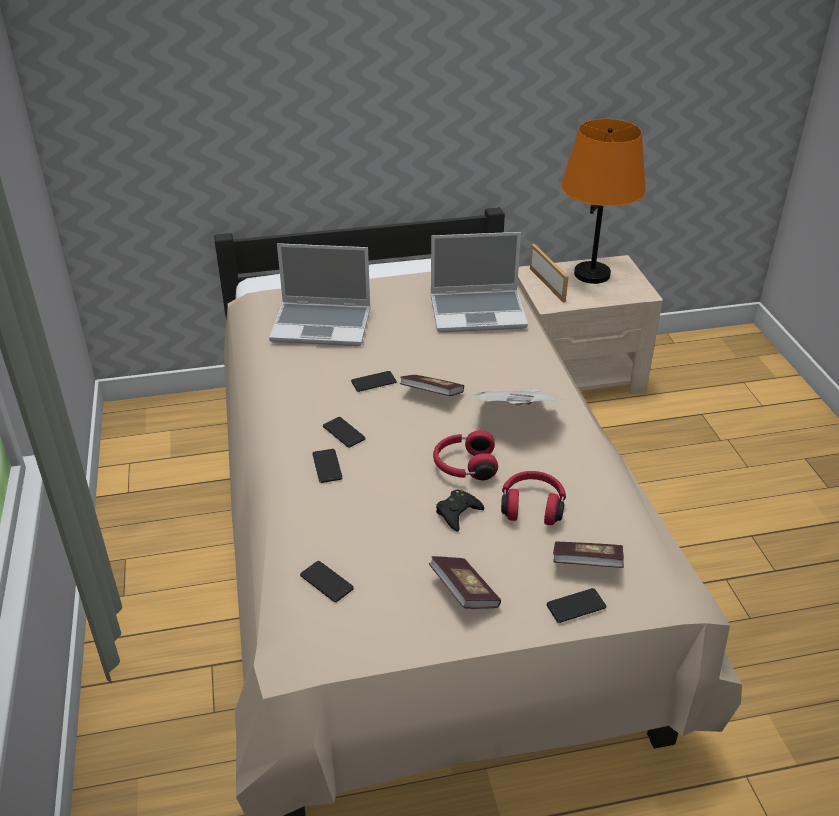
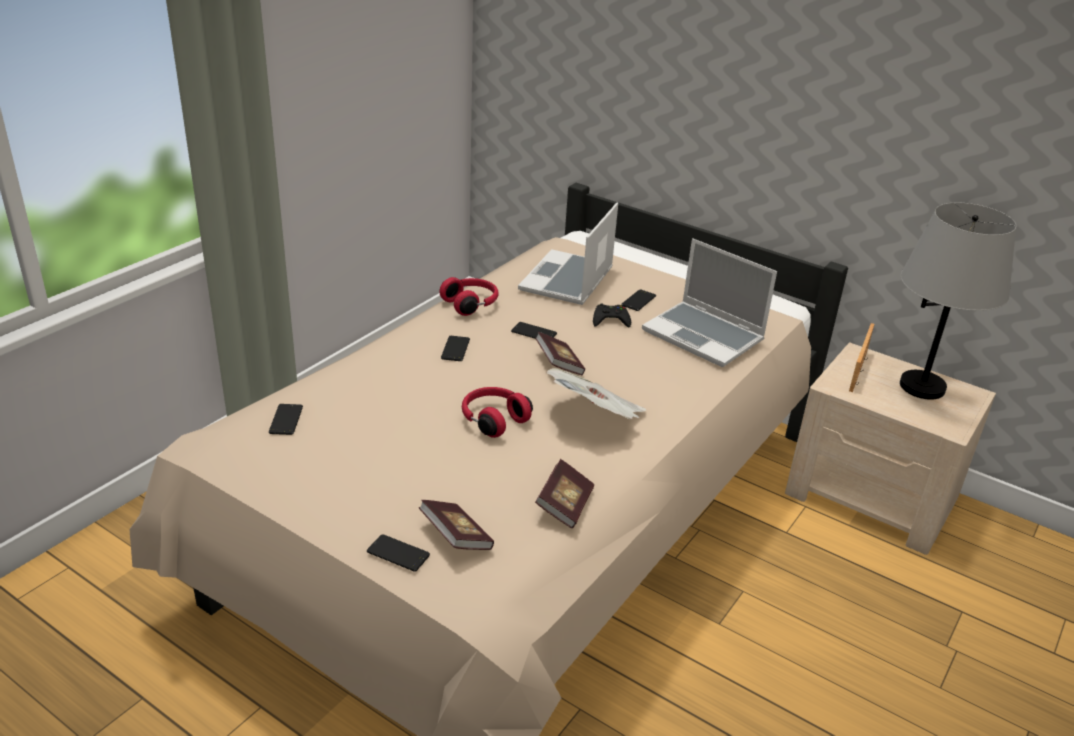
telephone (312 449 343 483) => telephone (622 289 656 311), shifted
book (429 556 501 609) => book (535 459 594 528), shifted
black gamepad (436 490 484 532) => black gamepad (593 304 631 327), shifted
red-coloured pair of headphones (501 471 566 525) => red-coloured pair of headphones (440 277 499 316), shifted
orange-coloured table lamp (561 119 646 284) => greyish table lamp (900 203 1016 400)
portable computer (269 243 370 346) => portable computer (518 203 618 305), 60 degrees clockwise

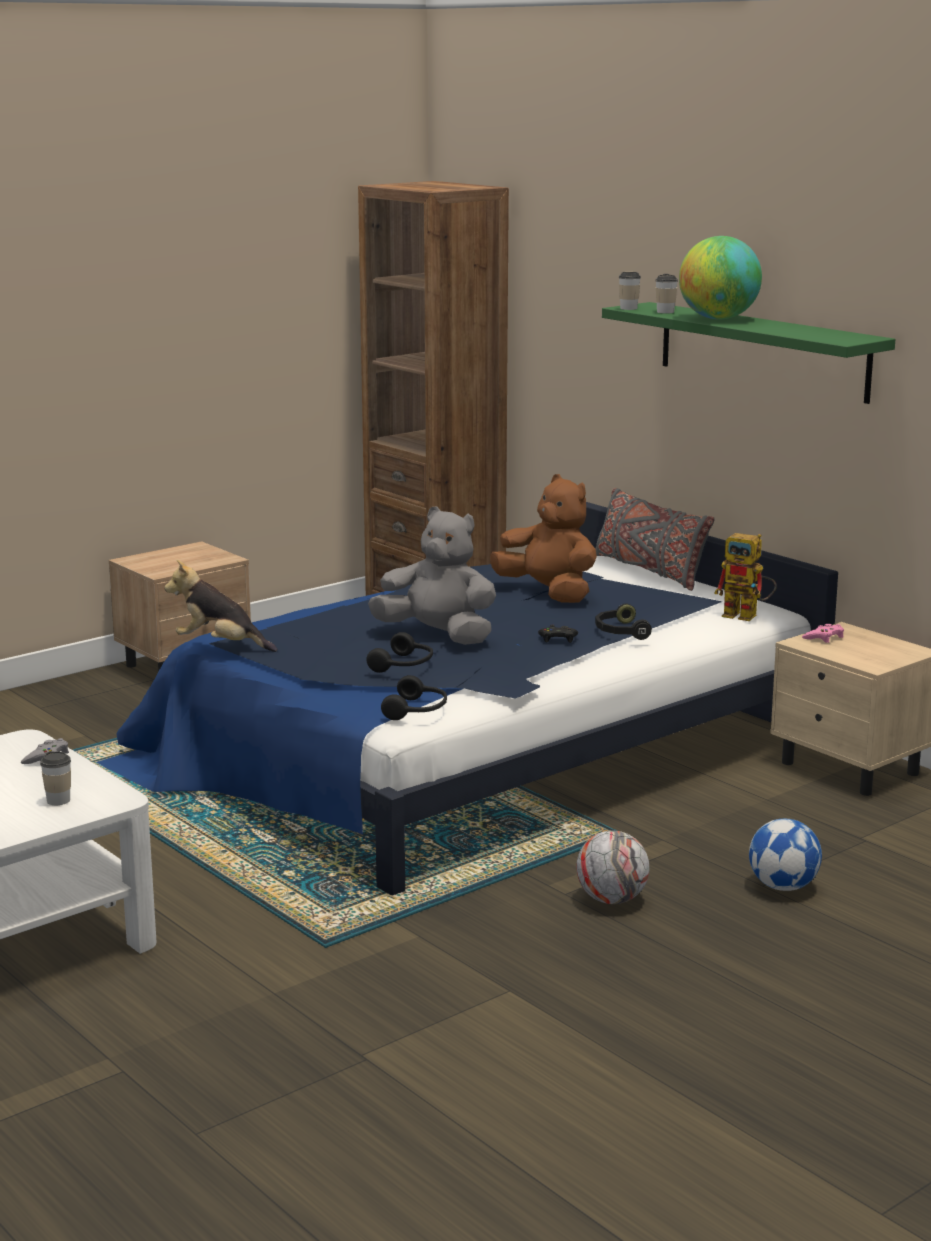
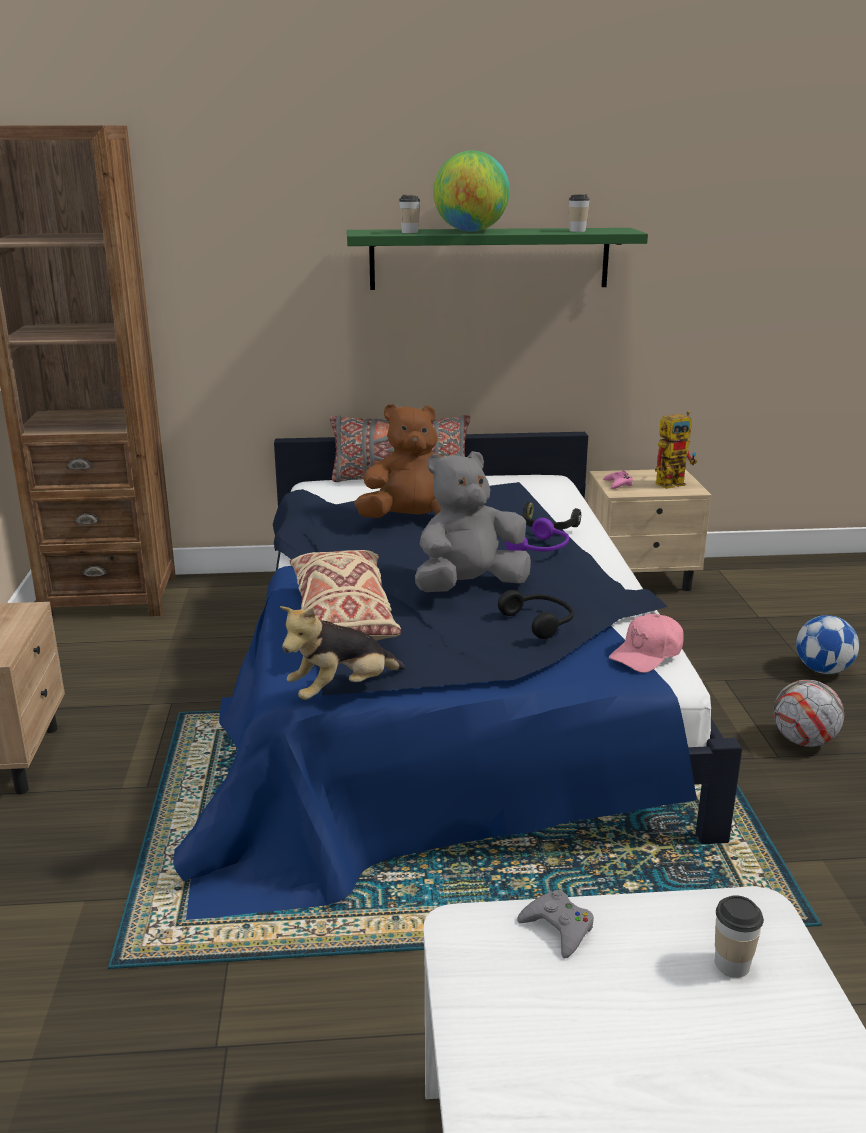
nothing => beige cushion (290 550 401 641)
small cup (619 272 641 310) => small cup (569 194 590 232), shifted
robot figure (714 533 777 621) => robot figure (655 411 697 489), shifted
black pair of headphones (381 675 447 720) => pink-coloured cap (609 614 684 673)
black gamepad (538 625 578 643) => purple-coloured pair of headphones (505 518 569 552)

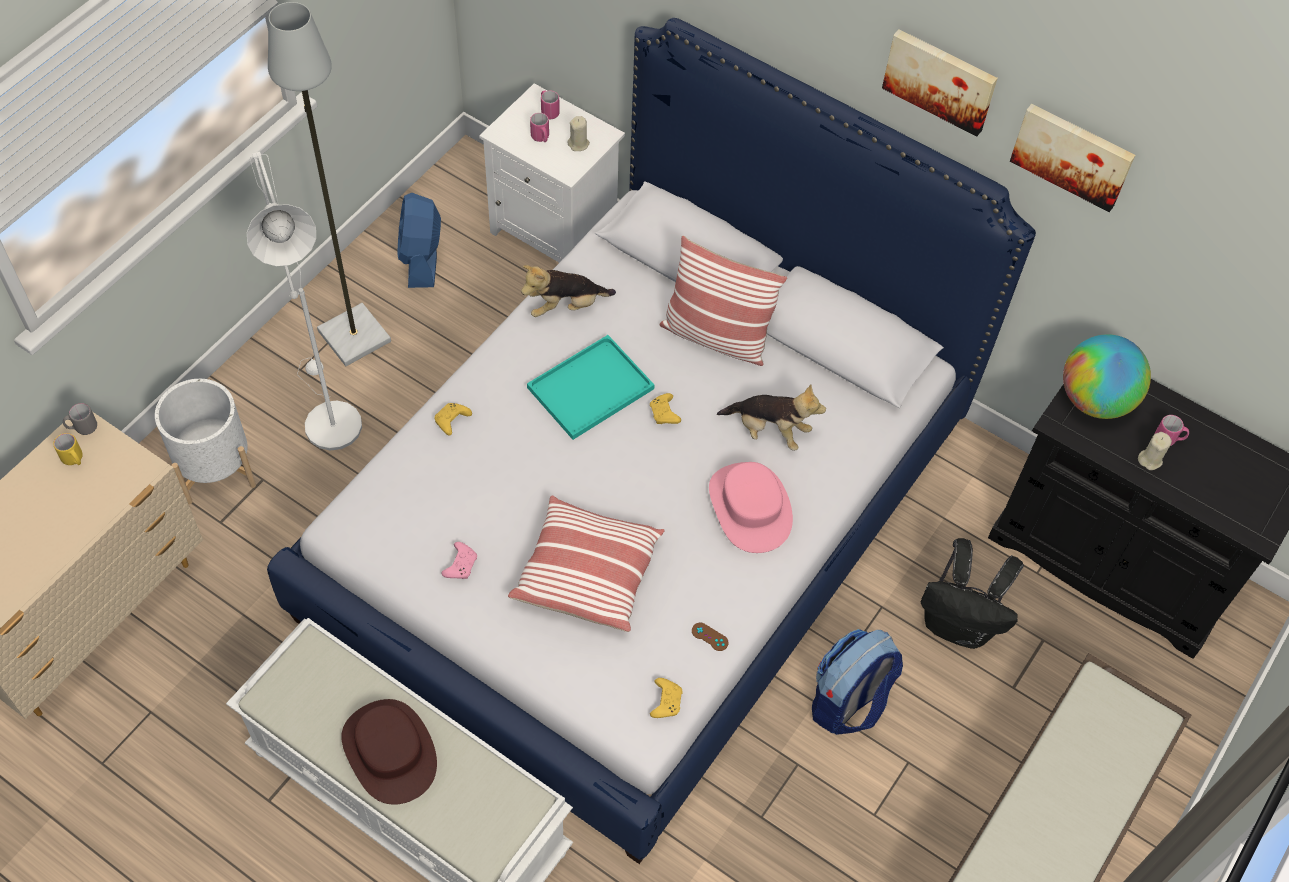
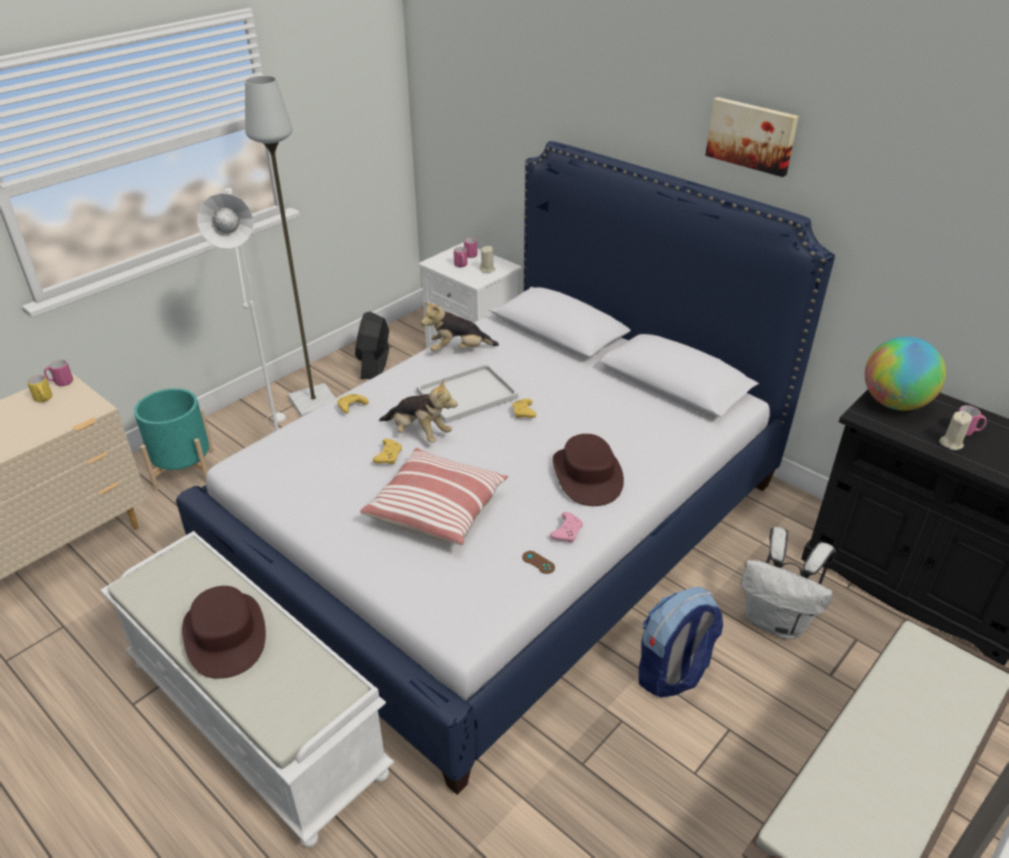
cushion (659 236 787 366) => nothing
wall picture (1010 104 1136 212) => nothing
pink-coloured gamepad (442 542 477 579) => pink-coloured gamepad (550 512 583 542), shifted
yellow-coloured gamepad (650 678 683 718) => yellow-coloured gamepad (373 439 402 464), shifted
cuddly toy (717 384 826 451) => cuddly toy (379 378 458 443), shifted
greyish mug (63 403 97 435) => pink-coloured mug (44 360 73 386)
white-coloured flower pot (155 379 256 504) => turquoise-coloured flower pot (134 388 214 490)
blue fan (397 192 441 288) => black fan (355 311 389 379)
turquoise-coloured carrying tray (527 335 654 440) => white-coloured carrying tray (416 364 518 424)
pink-coloured hat (709 462 793 553) => brownish hat (553 434 624 506)
black knapsack (921 538 1024 649) => white-coloured knapsack (741 527 836 640)

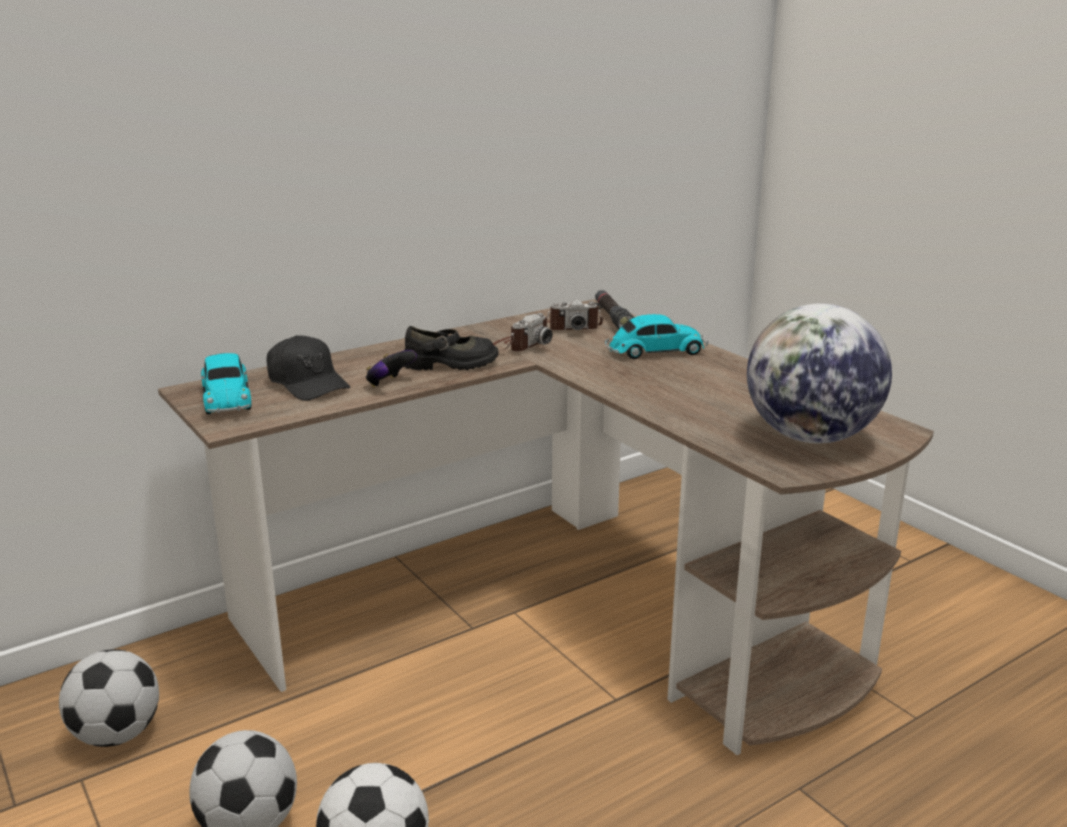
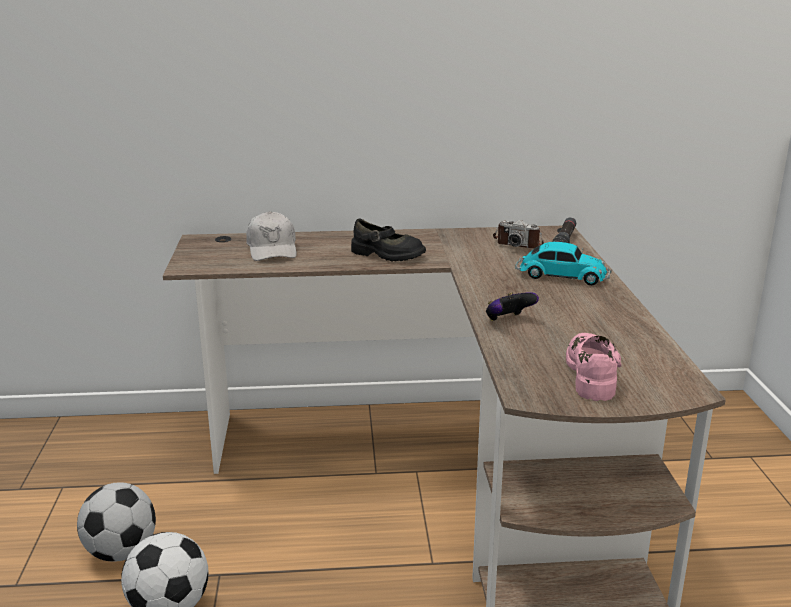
football ball (59 649 159 747) => nothing
toy car (201 353 252 415) => nothing
photo camera (493 313 552 352) => nothing
gamepad (366 350 417 387) => gamepad (486 292 539 321), shifted
globe (747 303 892 443) => pink-coloured low shoe (566 333 622 401)
black cap (267 335 350 401) => white-coloured cap (246 211 297 261)

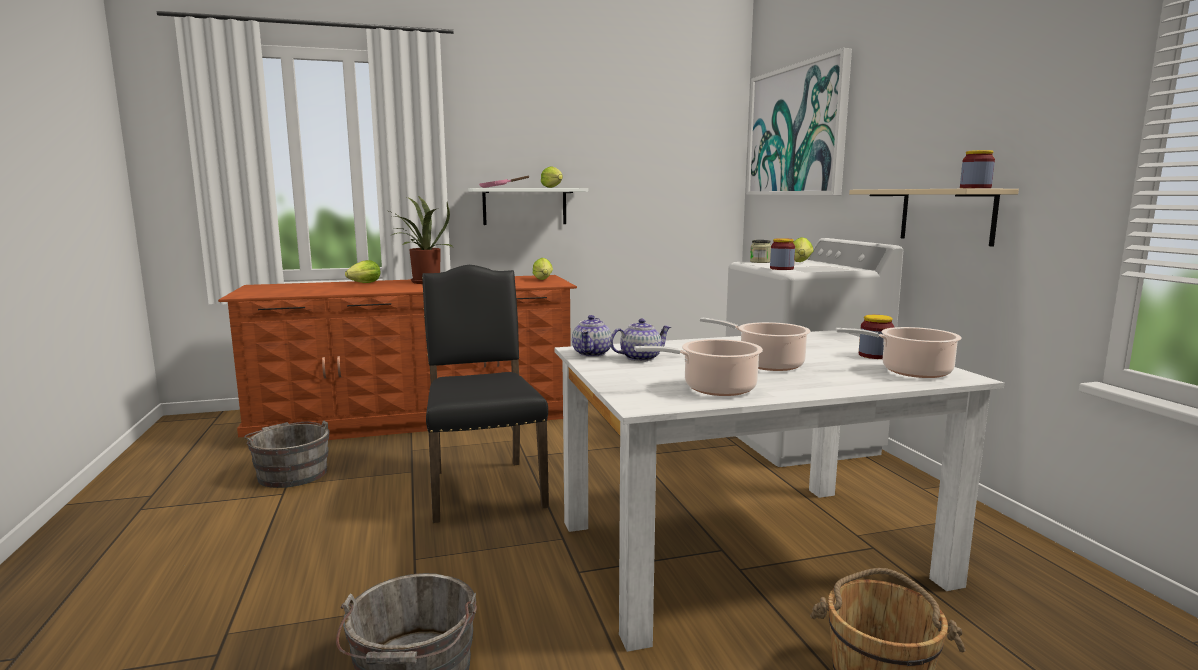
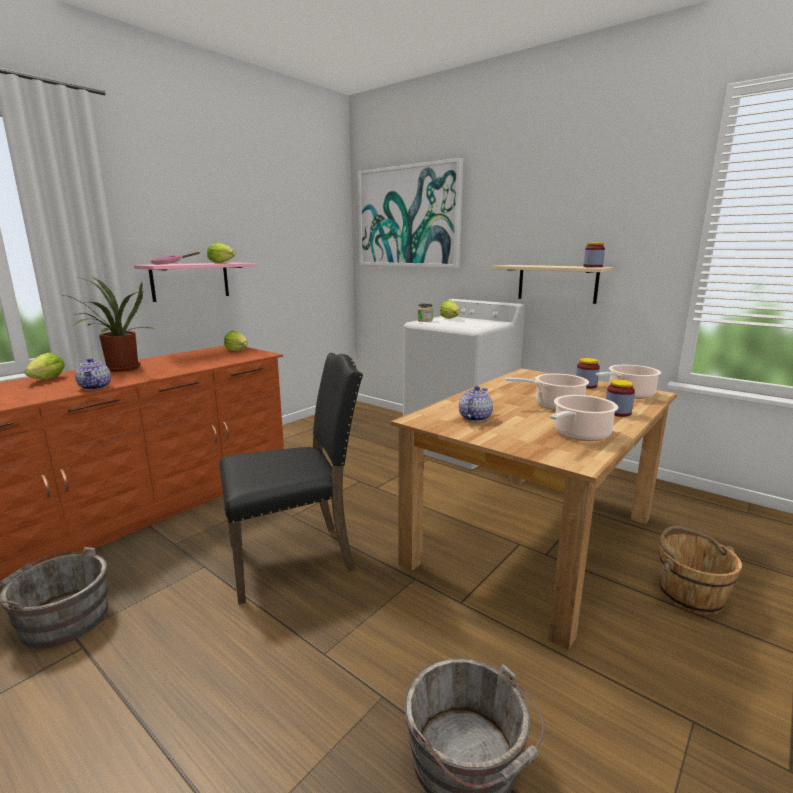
pot for tea (572 315 612 357) => pot for tea (75 358 111 390), shifted
storage jar (770 238 795 270) => storage jar (606 379 635 417), shifted
white-coloured bracket shelf (468 188 588 225) => pink-coloured bracket shelf (134 262 257 302)
white-coloured dinner table (555 330 1004 652) => brownish dinner table (390 368 677 650)
black chair (422 265 549 523) => black chair (219 353 363 604), 120 degrees clockwise

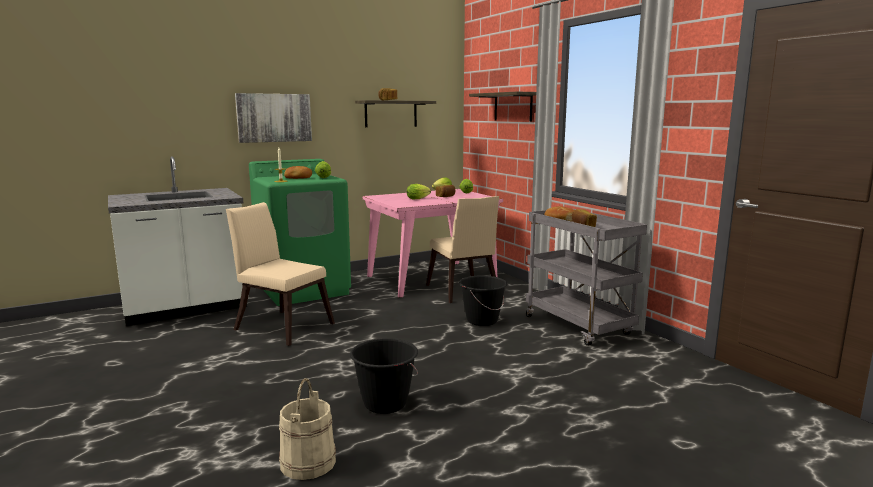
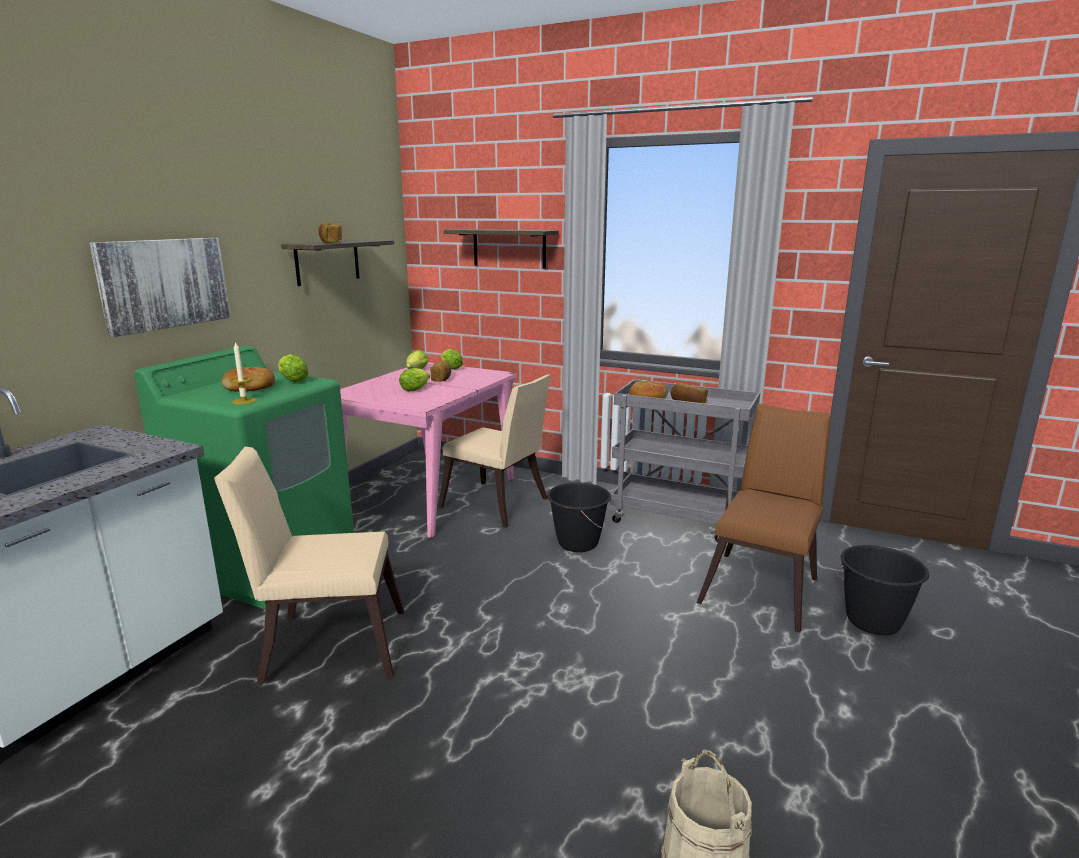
nothing => brownish chair (697 403 831 633)
black pail (350 338 418 414) => black pail (836 545 929 635), shifted

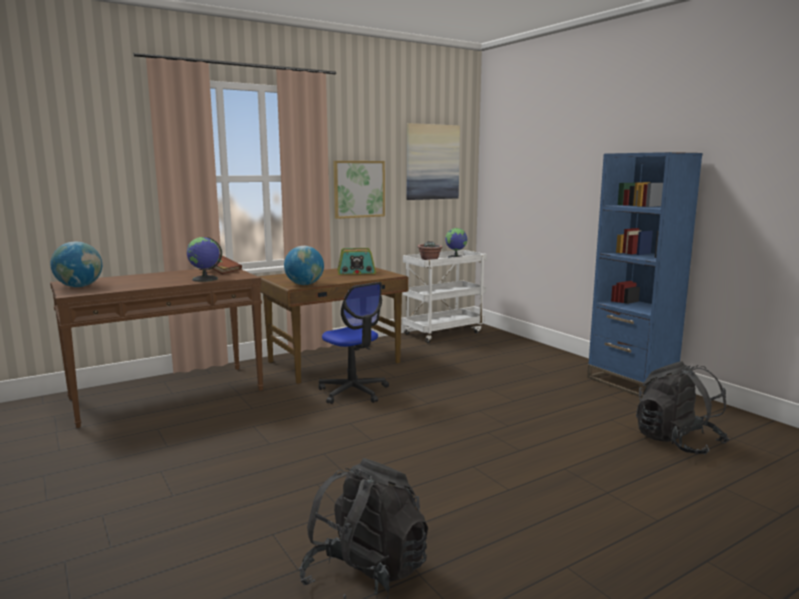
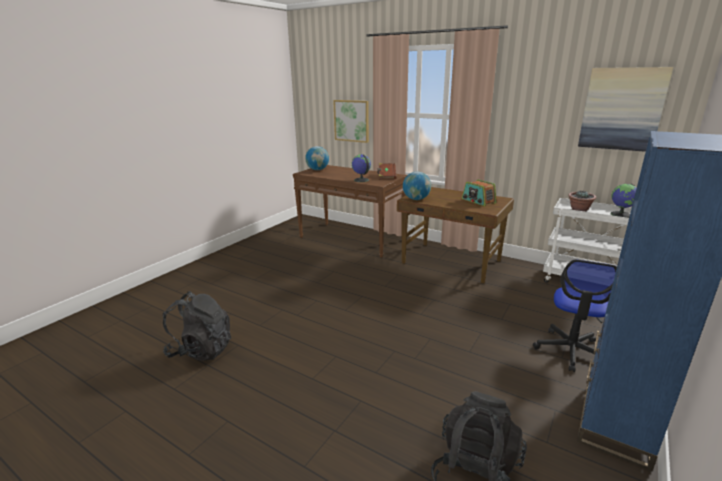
desk chair (318 282 389 404) => desk chair (533 260 617 372), shifted
wall picture (333 161 385 219) => wall picture (333 100 369 143), shifted

